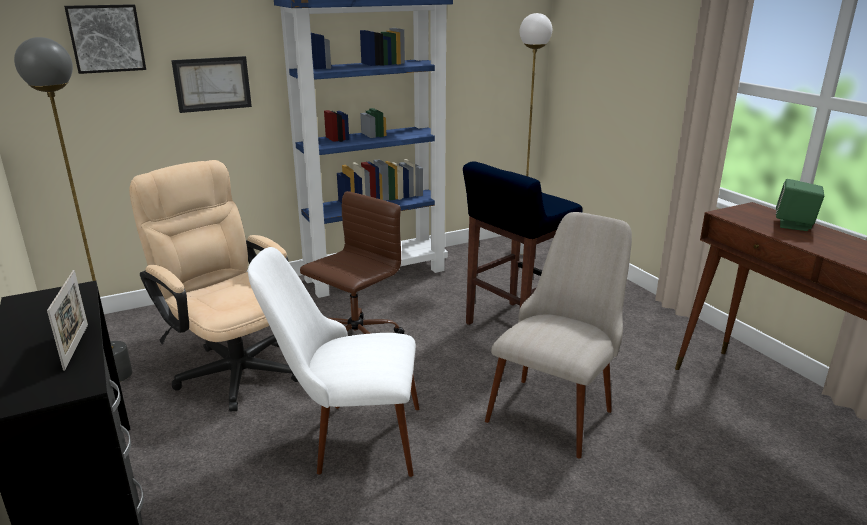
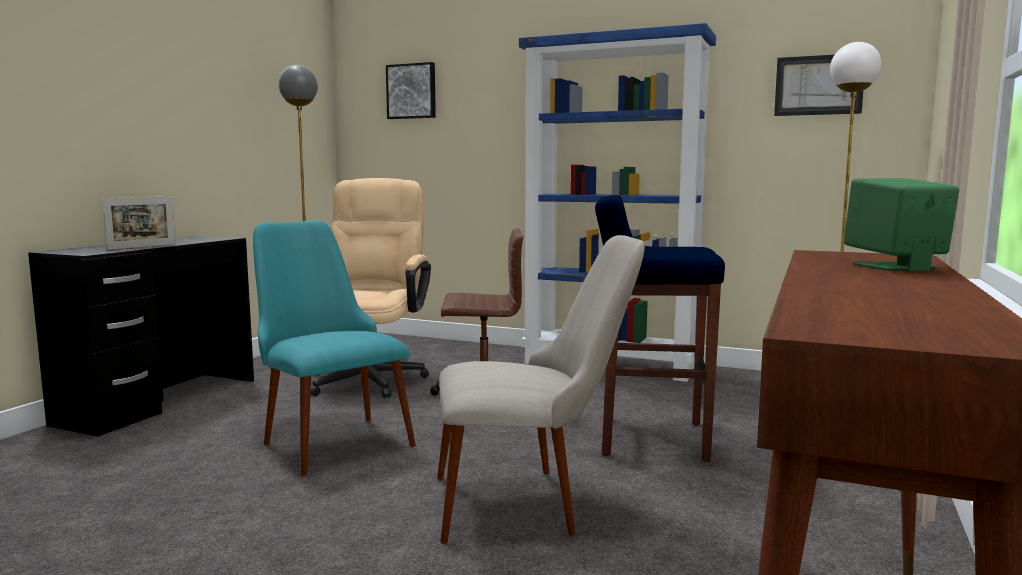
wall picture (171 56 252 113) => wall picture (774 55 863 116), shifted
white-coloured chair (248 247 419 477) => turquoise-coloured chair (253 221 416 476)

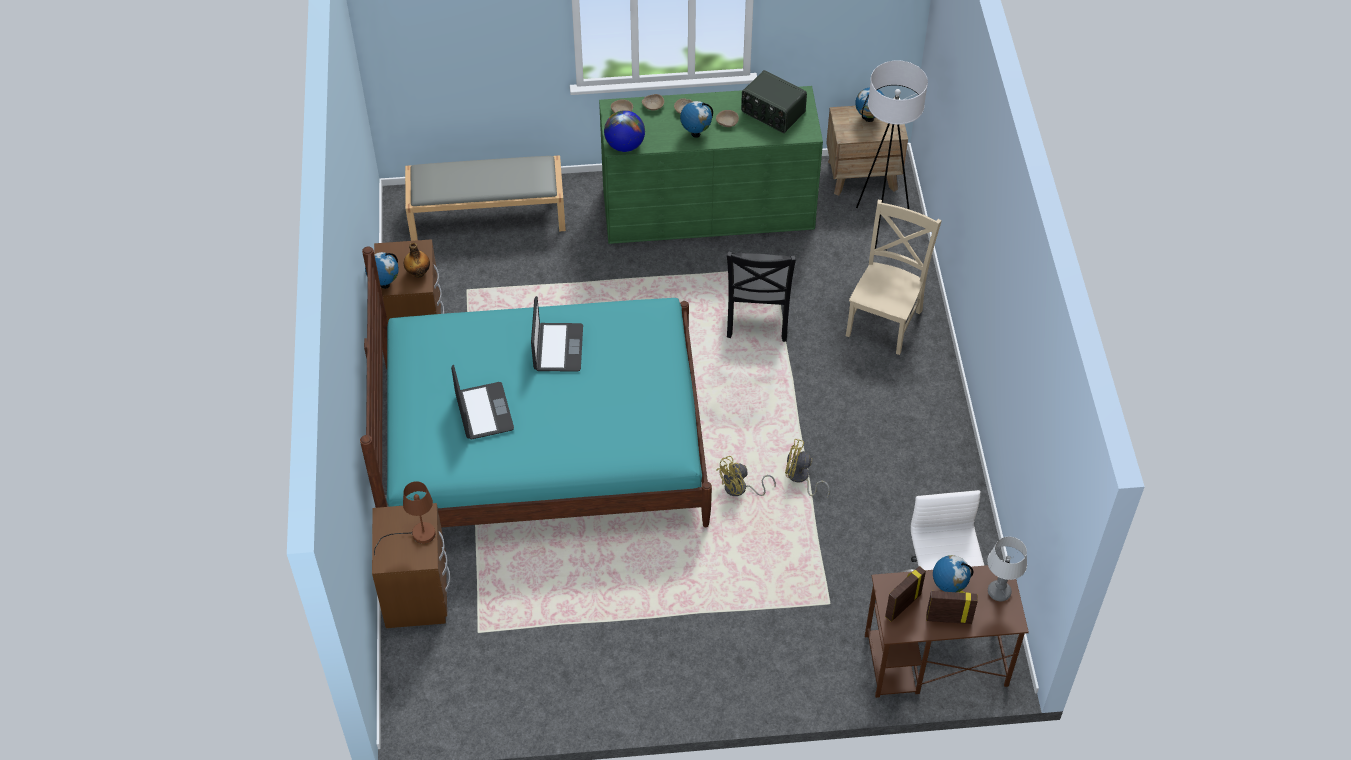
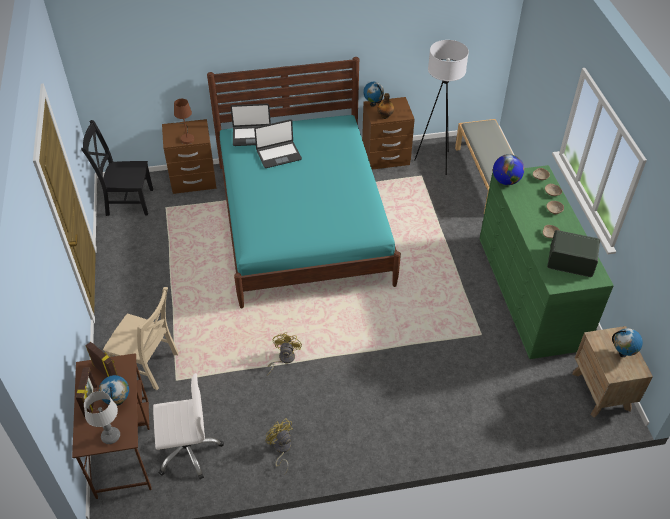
globe (680 101 713 138) => nothing
portable computer (531 296 583 372) => portable computer (231 103 271 146), shifted
yellow-coloured fan (716 456 776 496) => yellow-coloured fan (266 419 293 474), shifted
black chair (727 251 796 342) => black chair (81 120 153 216), shifted
beige chair (846 200 942 355) => beige chair (103 287 179 390), shifted
white-coloured floor lamp (856 60 928 249) => white-coloured floor lamp (415 40 469 175), shifted
radio (741 70 807 133) => radio (547 230 600 277), 75 degrees clockwise

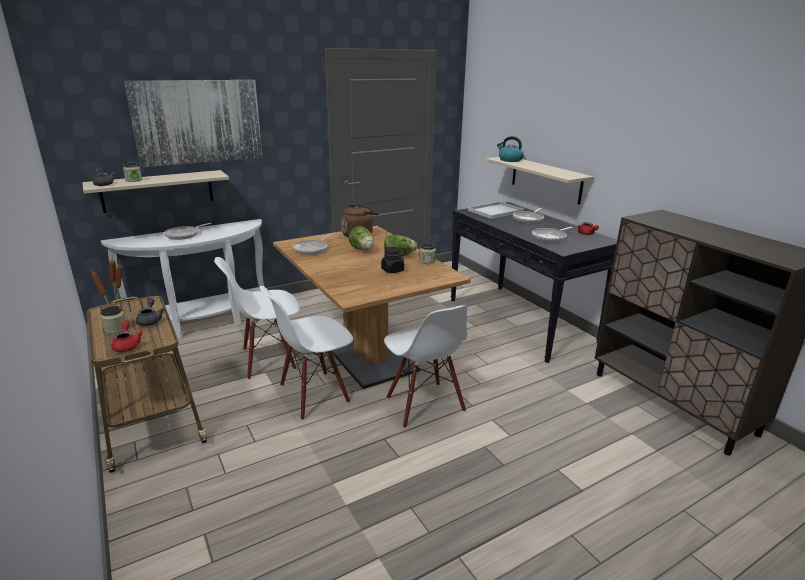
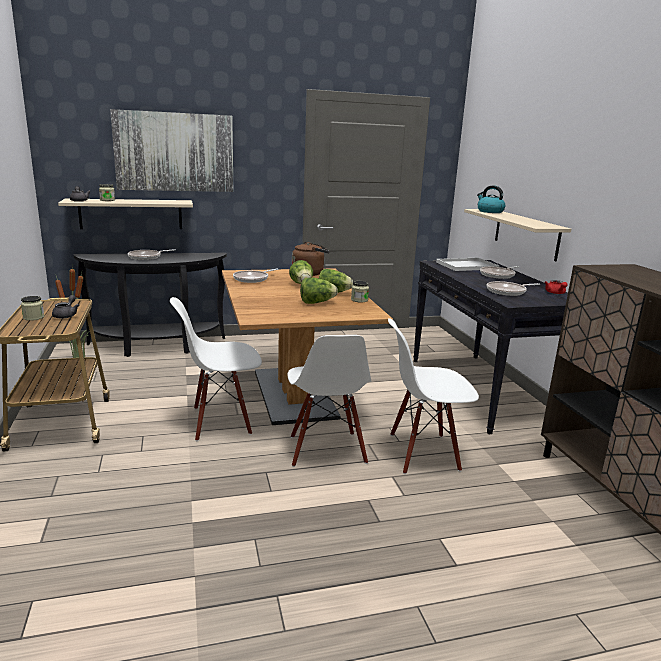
red-coloured pot for tea (111 321 143 352) => nothing
white-coloured chair (214 257 300 380) => white-coloured chair (388 318 479 474), shifted
black storage jar (381 247 404 273) => lettuce (300 278 338 304)
white-coloured hall table (101 219 264 339) => black hall table (74 253 227 357)

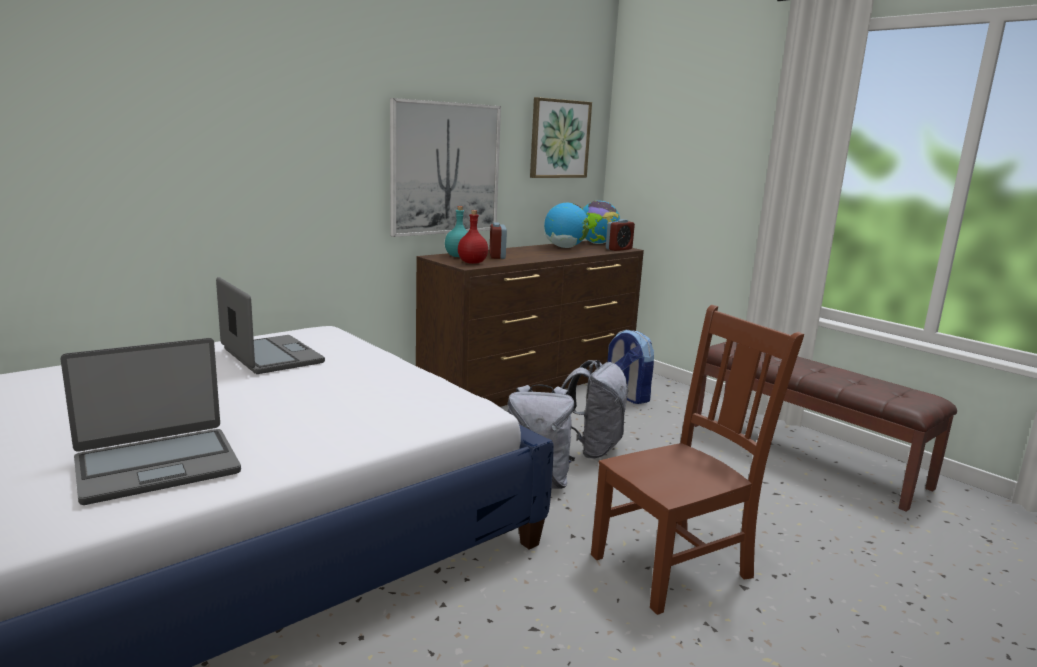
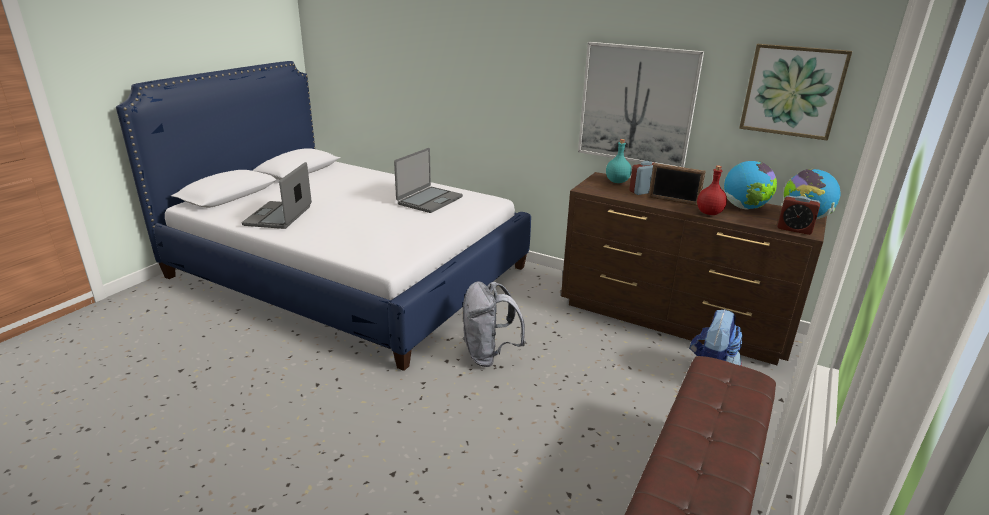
greyish knapsack (561 360 629 459) => nothing
brownish chair (591 305 804 615) => nothing
nothing => picture frame (649 163 706 206)
red-coloured drink bottle (458 210 488 264) => red-coloured drink bottle (697 165 727 215), shifted
portable computer (61 338 241 505) => portable computer (242 162 312 229), 60 degrees clockwise

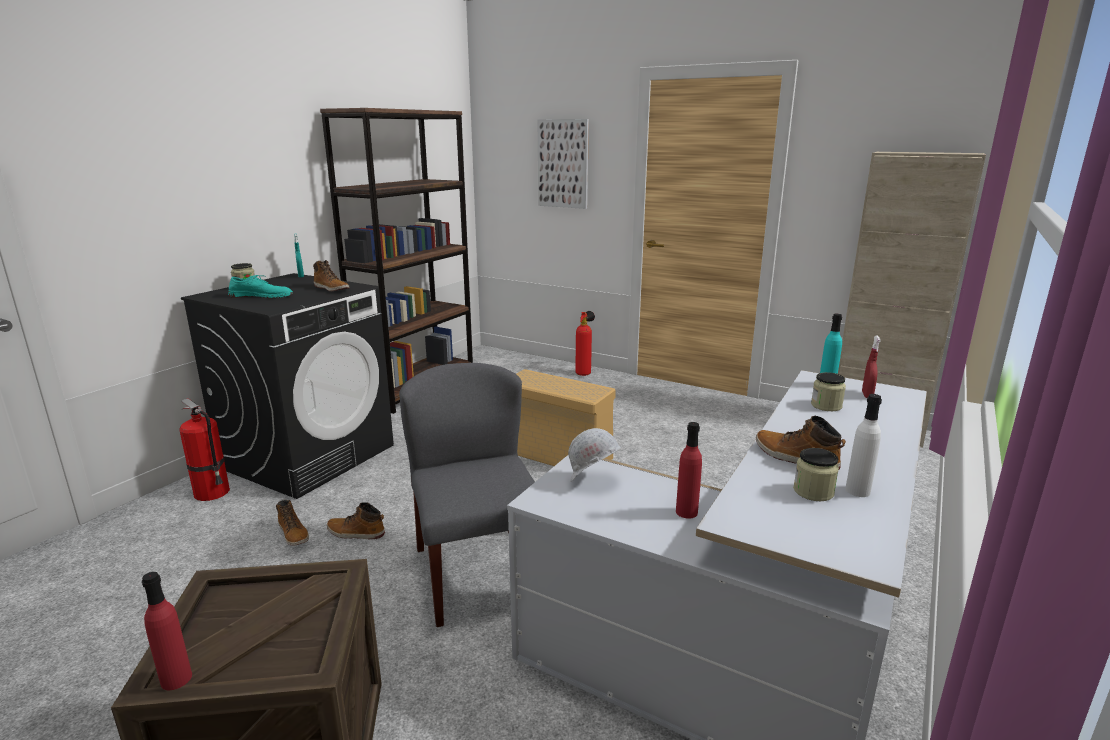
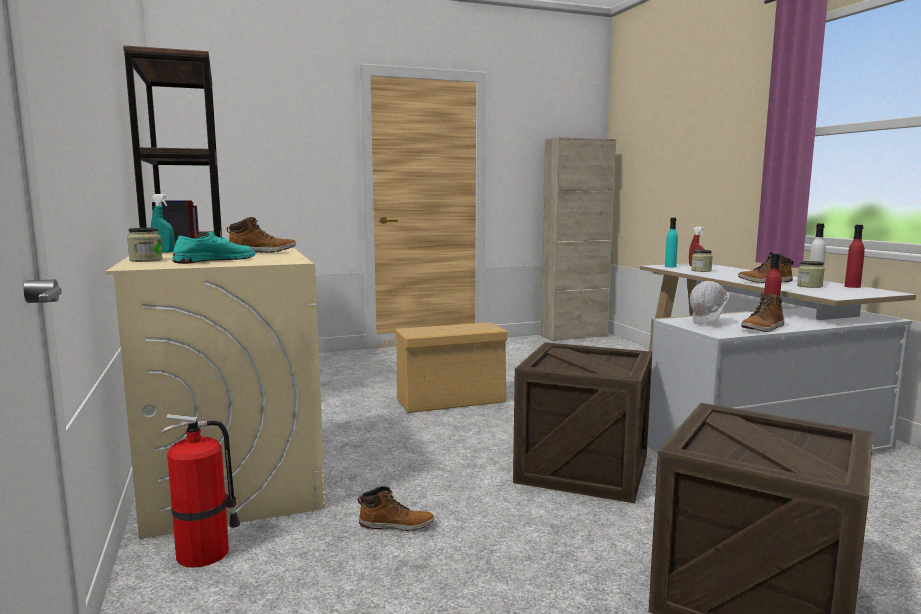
wall picture (538 119 589 209) => nothing
fire-fighting cylinder (575 311 595 376) => nothing
red-coloured drink bottle (142 572 192 690) => red-coloured drink bottle (845 225 865 288), shifted
tall boot (327 502 385 539) => tall boot (741 293 784 332), shifted
greyish chair (399 363 535 627) => shipping crate (513 342 652 503)
black washing machine (181 273 394 499) => beige washing machine (106 248 325 539)

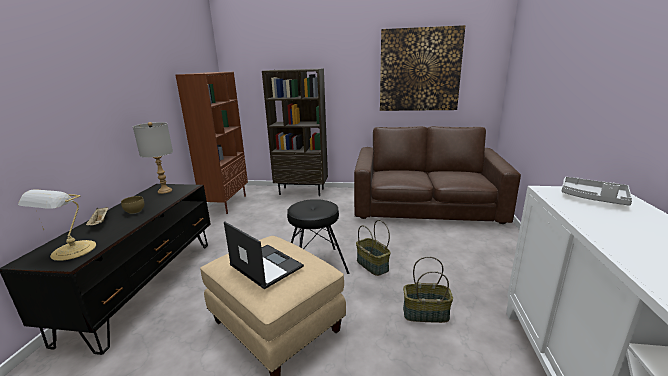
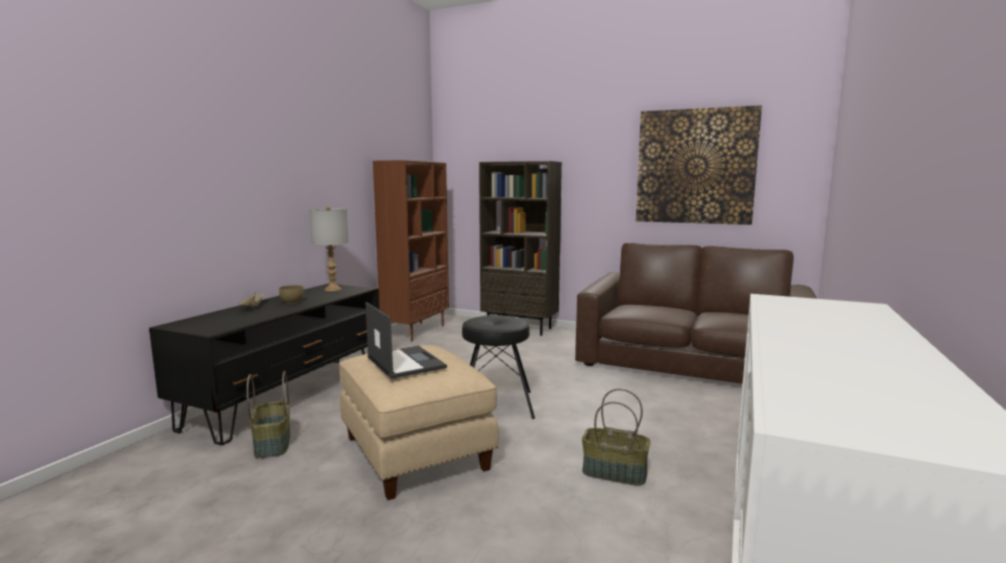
table lamp (18 189 96 261) => nothing
greyish carrying tray (562 177 632 206) => nothing
storage basket (356 220 391 276) => storage basket (247 371 290 458), shifted

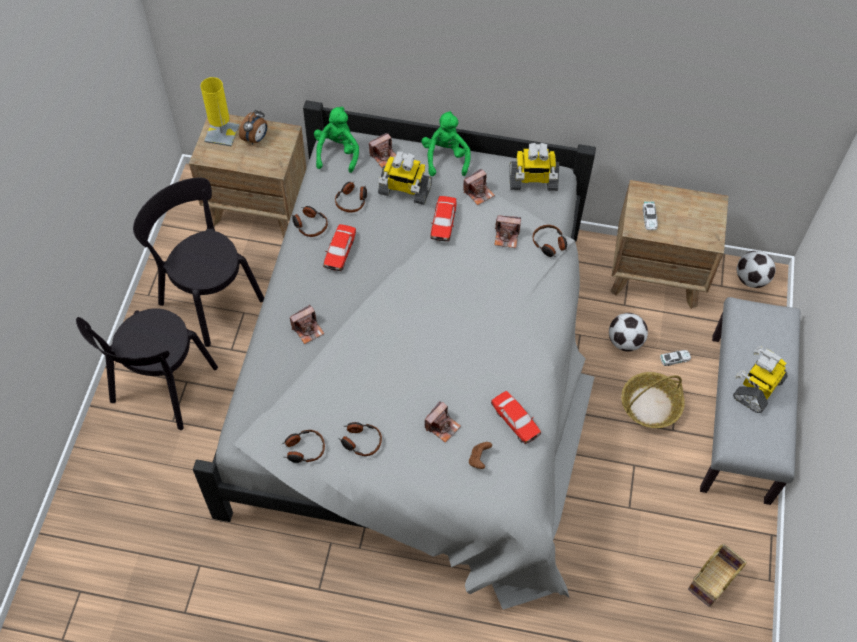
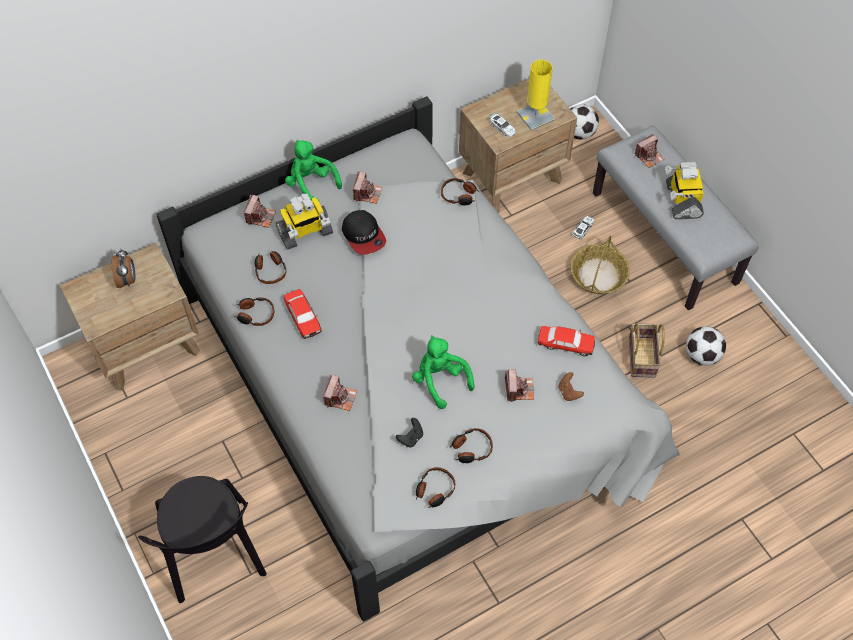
black chair (133 177 264 347) => nothing
robot figure (509 143 559 191) => nothing
nothing => black gamepad (396 418 423 448)
yellow-coloured table lamp (201 77 239 147) => yellow-coloured table lamp (517 60 555 131), shifted
green-coloured cuddly toy (314 107 359 173) => green-coloured cuddly toy (412 335 474 409), shifted
photo camera (494 216 521 248) => photo camera (635 134 665 168), shifted
football ball (609 313 648 351) => football ball (686 326 726 365), shifted
storage basket (688 544 747 607) => storage basket (629 323 665 378), shifted
toy car (431 196 457 241) => cap (342 210 386 255)

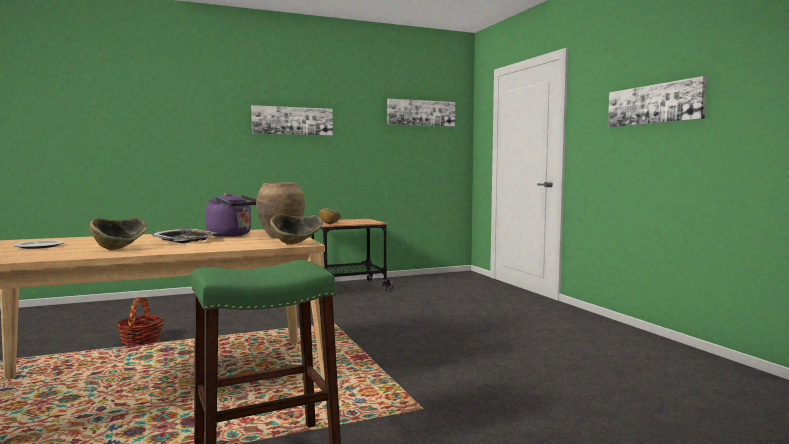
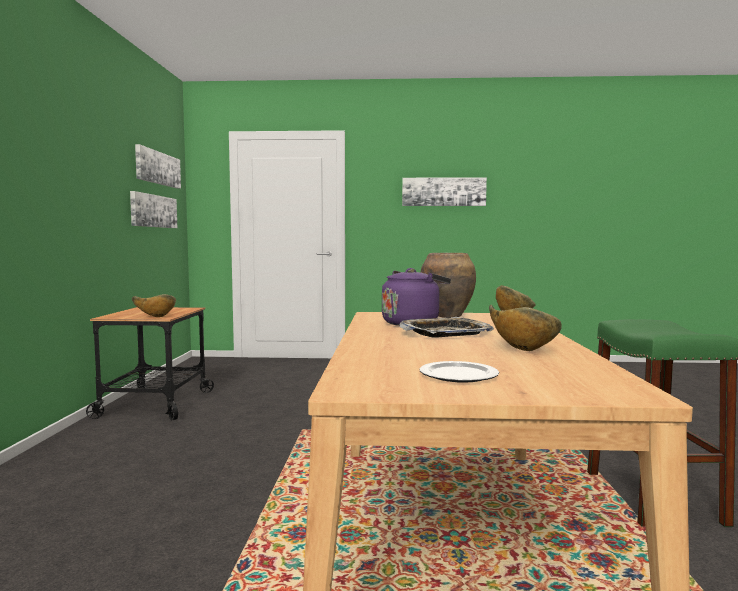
storage basket (116 297 164 346) => nothing
wall picture (251 105 333 136) => wall picture (130 191 177 228), shifted

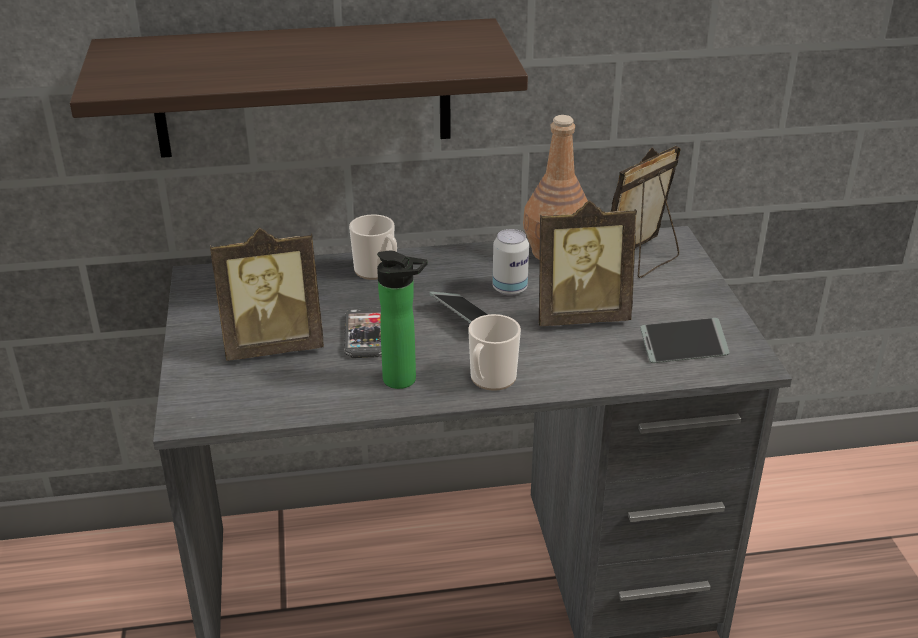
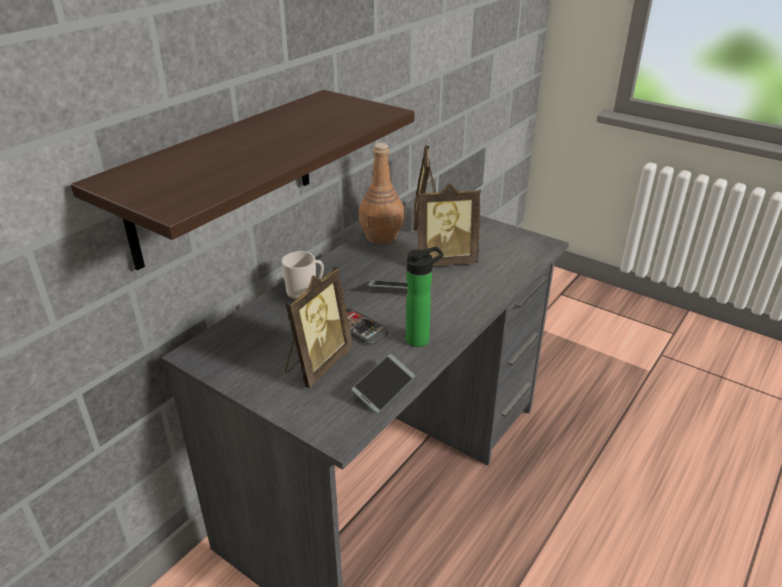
mug (468 314 521 391) => nothing
can (493 229 529 296) => nothing
telephone (640 318 730 363) => telephone (351 354 415 413), shifted
picture frame (539 200 637 326) => picture frame (418 183 481 266), 45 degrees clockwise

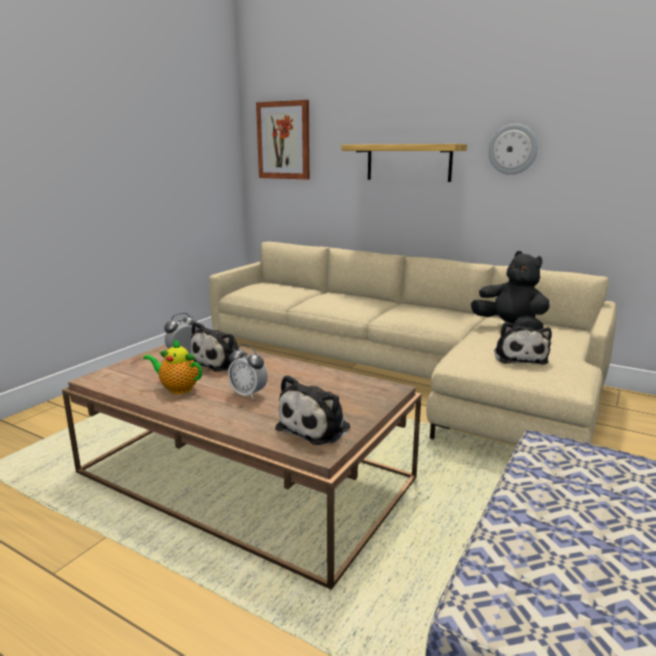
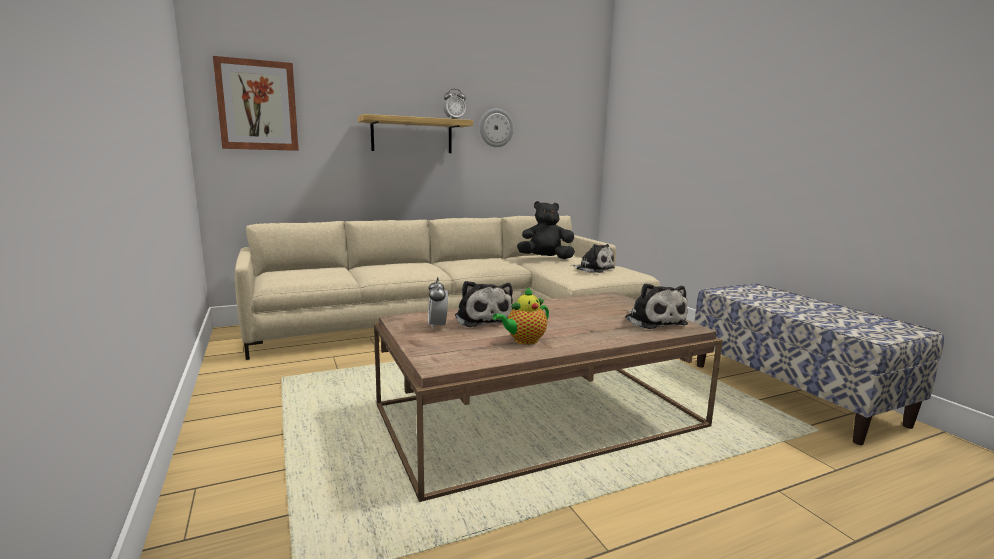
bedside clock (228 345 268 399) => bedside clock (444 89 466 119), shifted

